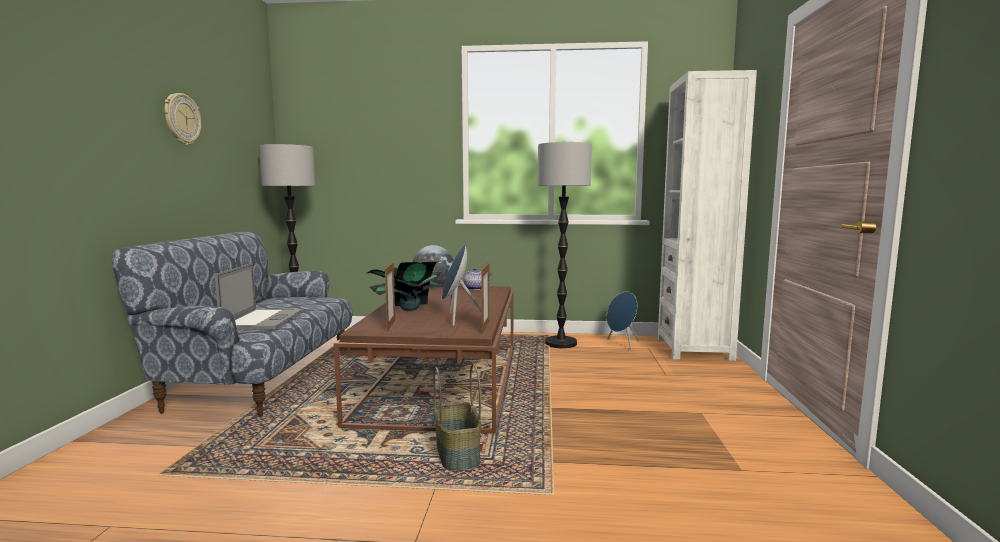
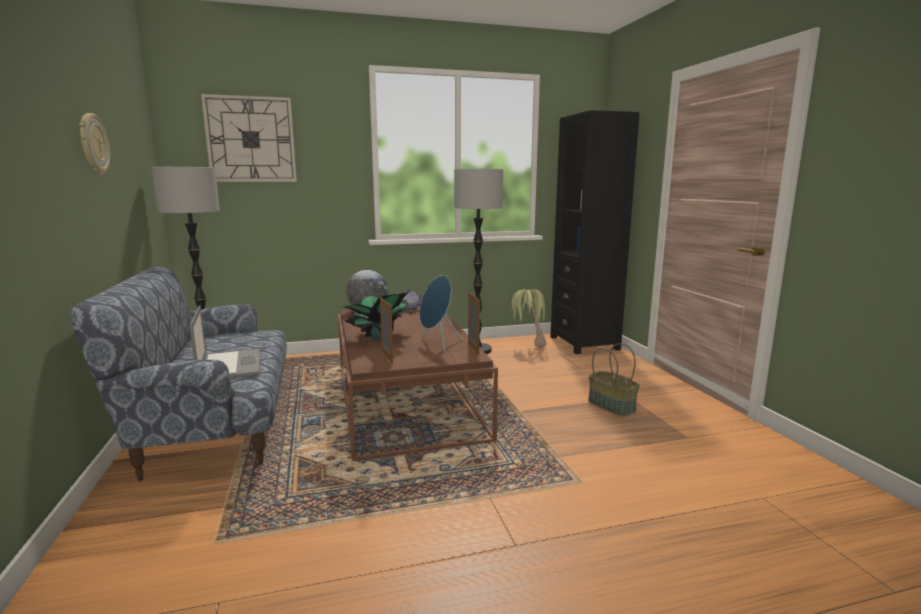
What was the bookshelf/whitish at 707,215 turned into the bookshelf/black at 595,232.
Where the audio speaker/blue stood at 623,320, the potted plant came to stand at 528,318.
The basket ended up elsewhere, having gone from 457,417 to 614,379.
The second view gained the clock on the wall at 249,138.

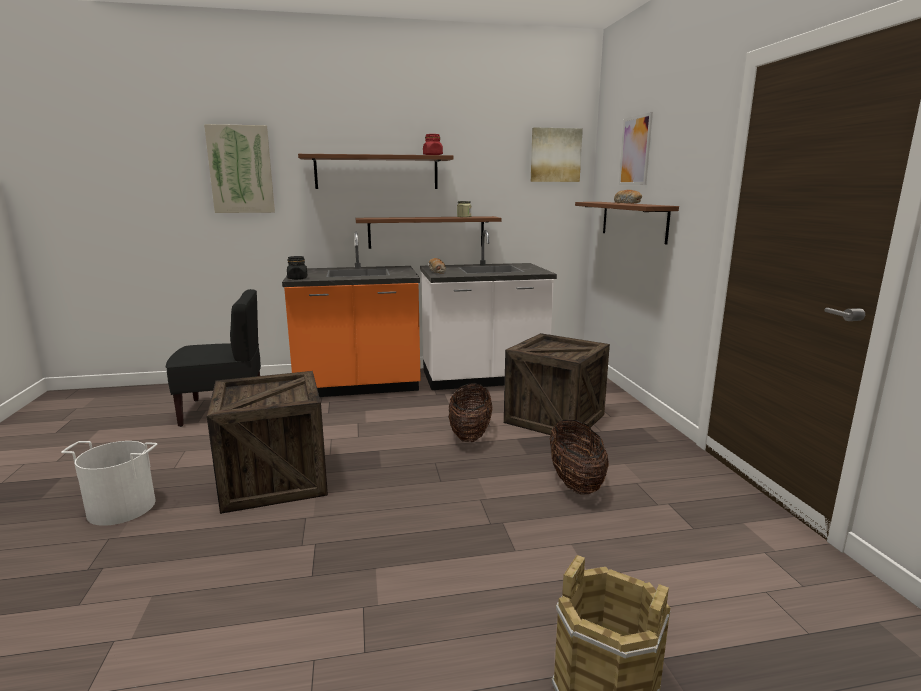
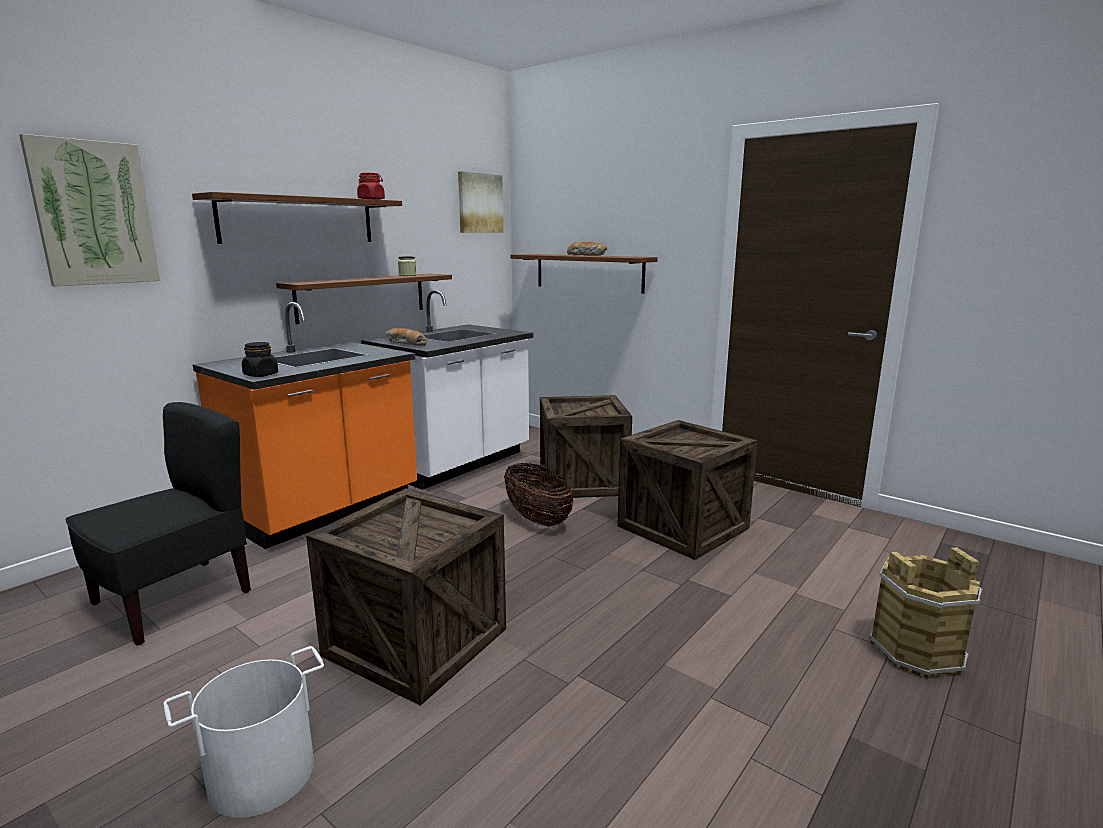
The second view lost the picture at 636,148.
Where the basket stood at 579,457, the shipping crate came to stand at 687,490.

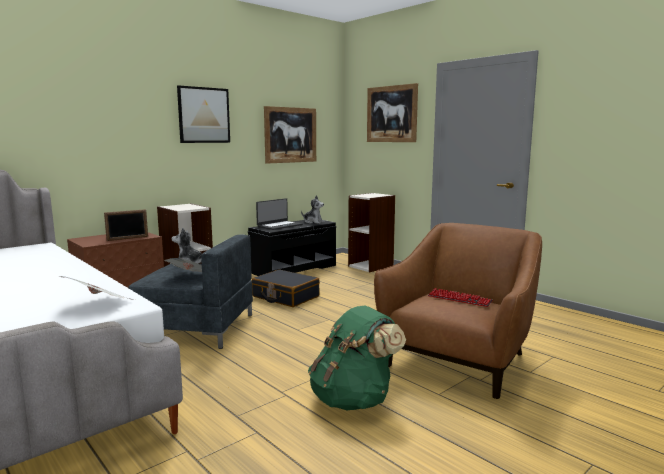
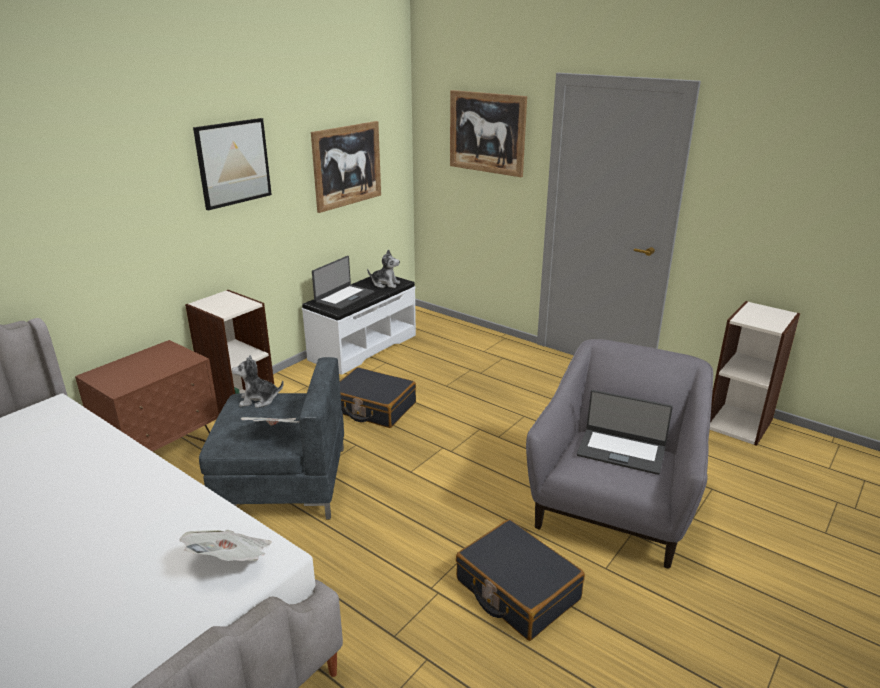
The bookshelf ended up elsewhere, having gone from 371,232 to 755,373.
The second view lost the standing frame at 126,225.
What was the long seat/black at 292,248 turned into the long seat/whitish at 359,325.
What was the easy chair/brown-coloured at 458,311 turned into the easy chair/grey at 619,453.
Where the PC keyboard stood at 460,297, the laptop came to stand at 625,432.
Where the knapsack/green stood at 357,358, the travel case/black came to stand at 520,580.

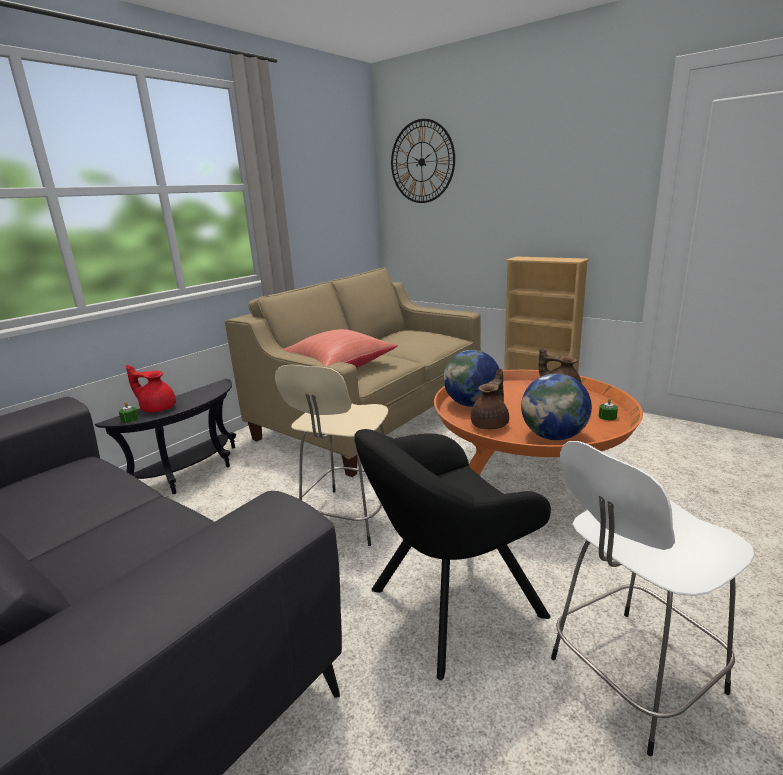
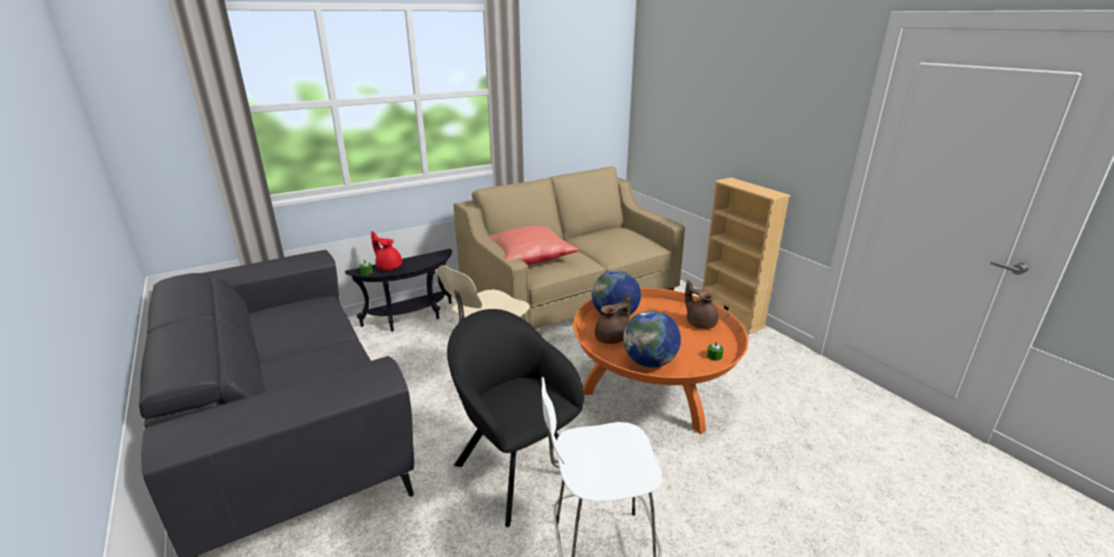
The second view lost the clock on the wall at 423,161.
The easy chair/black at 453,554 ended up facing another way, 60 degrees clockwise from before.

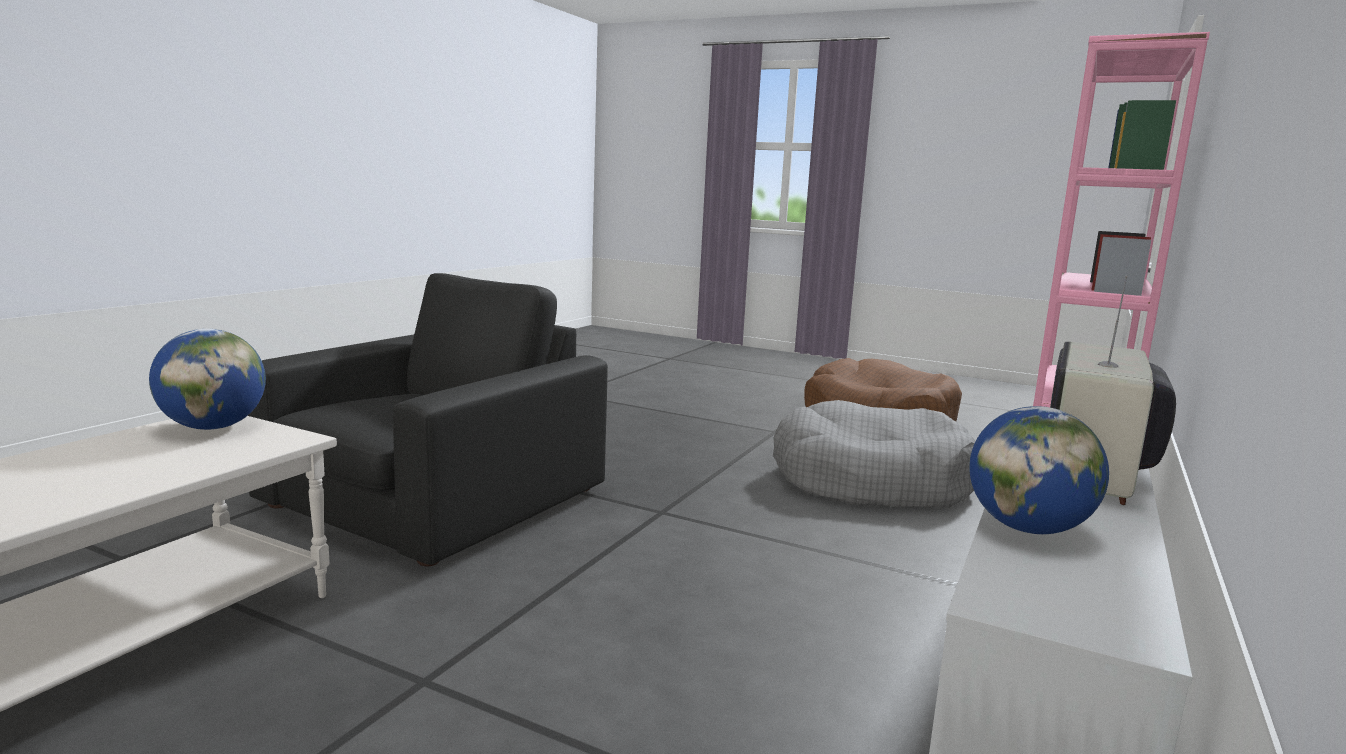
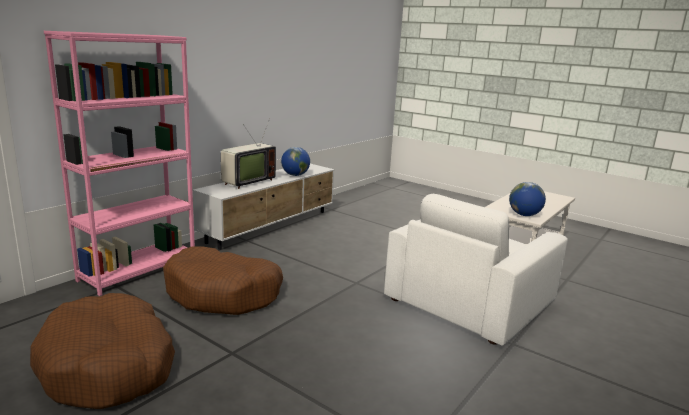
What was the easy chair/black at 428,420 turned into the easy chair/whitish at 476,270.
What was the pet bed/grey at 874,454 turned into the pet bed/brown-coloured at 223,280.

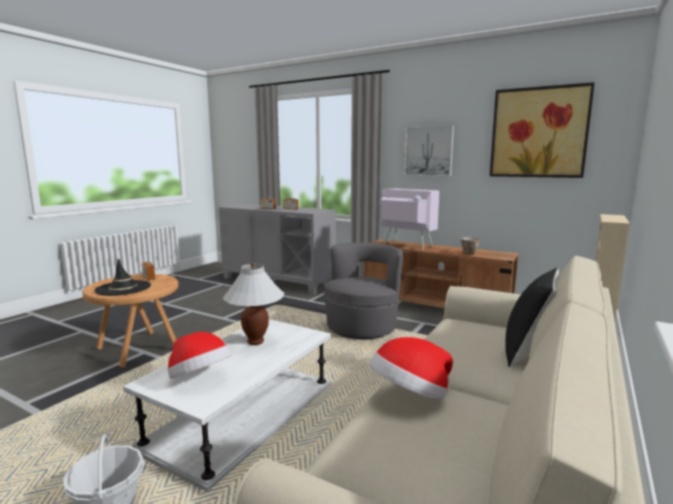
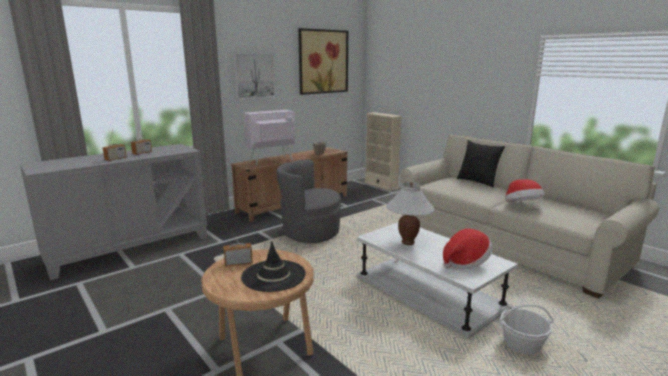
The easy chair/grey at 363,291 ended up facing another way, 45 degrees counterclockwise from before.

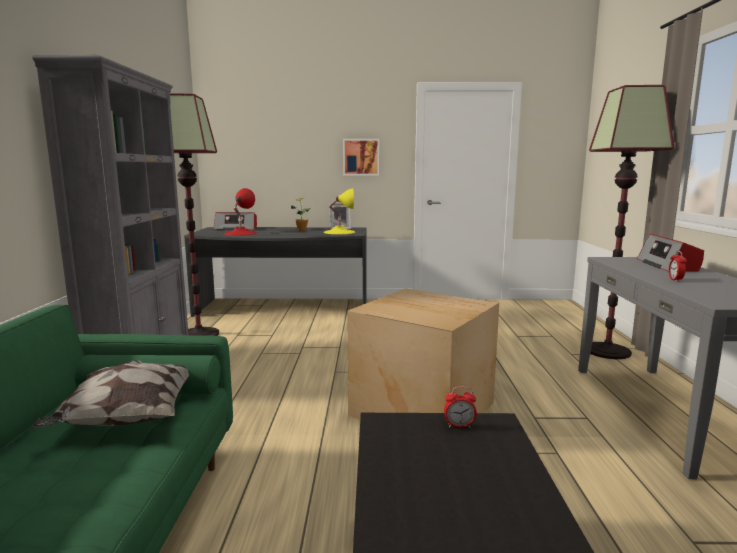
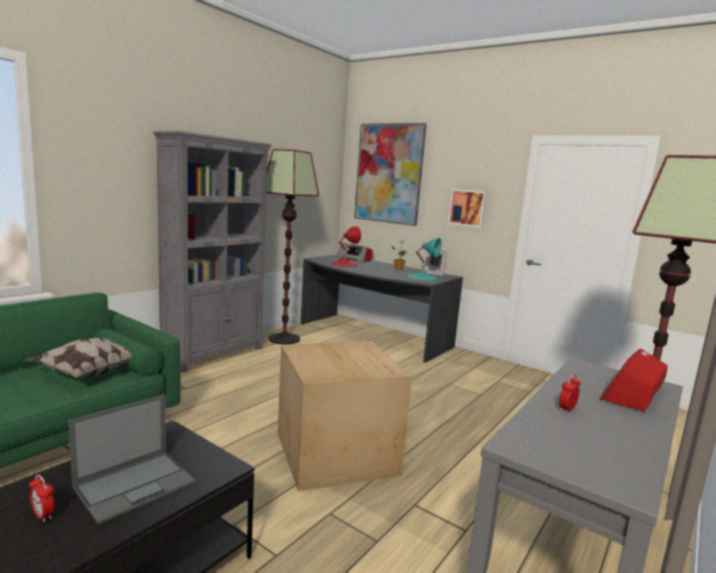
What was the lamp for a table/yellow at 339,211 turned into the lamp for a table/turquoise-coloured at 424,259.
The bedside clock ended up elsewhere, having gone from 460,407 to 42,498.
The second view gained the picture at 390,174.
The second view gained the laptop at 132,459.

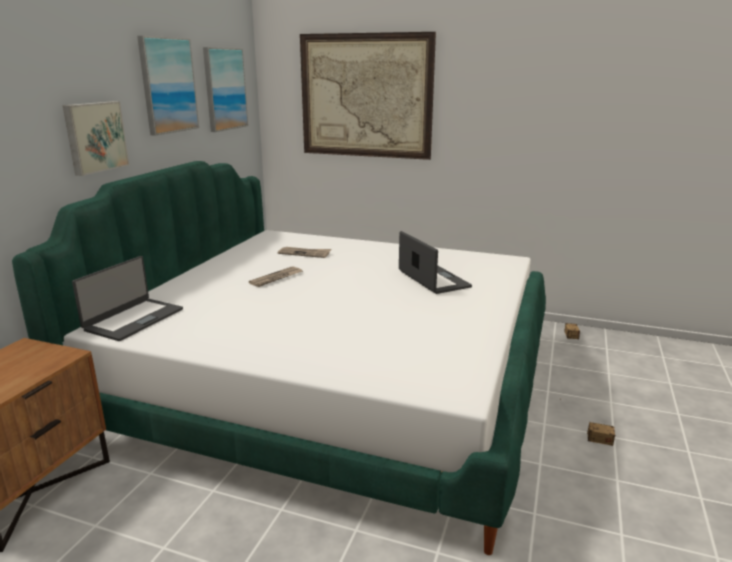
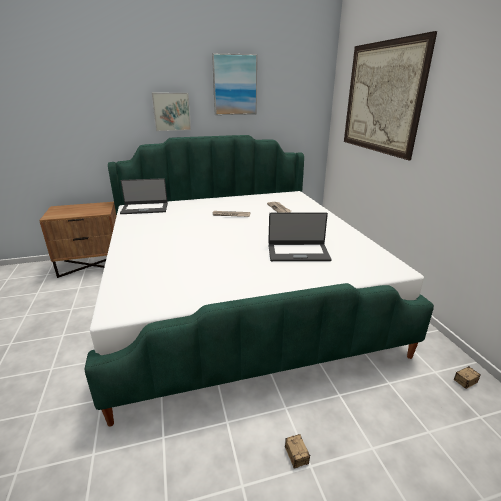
The second view lost the picture at 225,89.
The laptop at 435,262 ended up facing another way, 60 degrees clockwise from before.

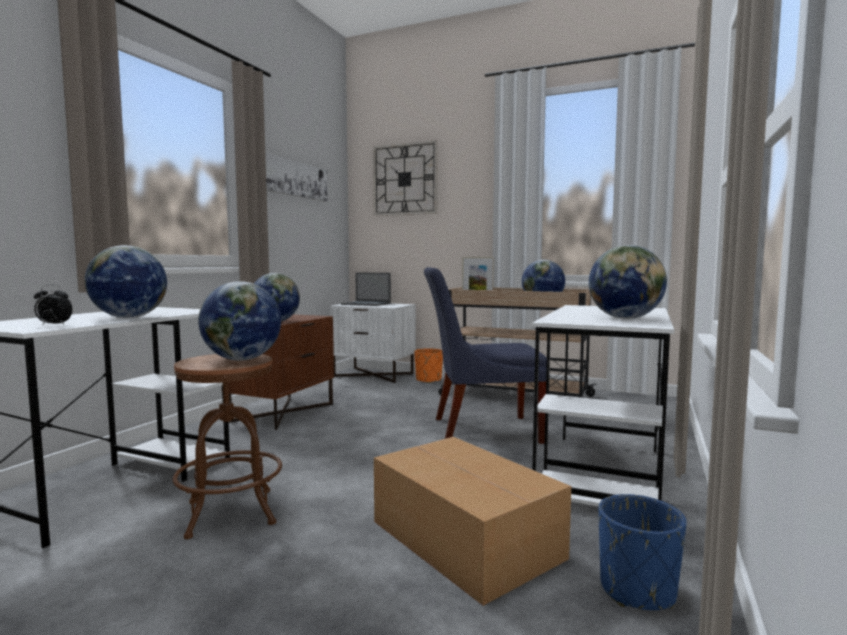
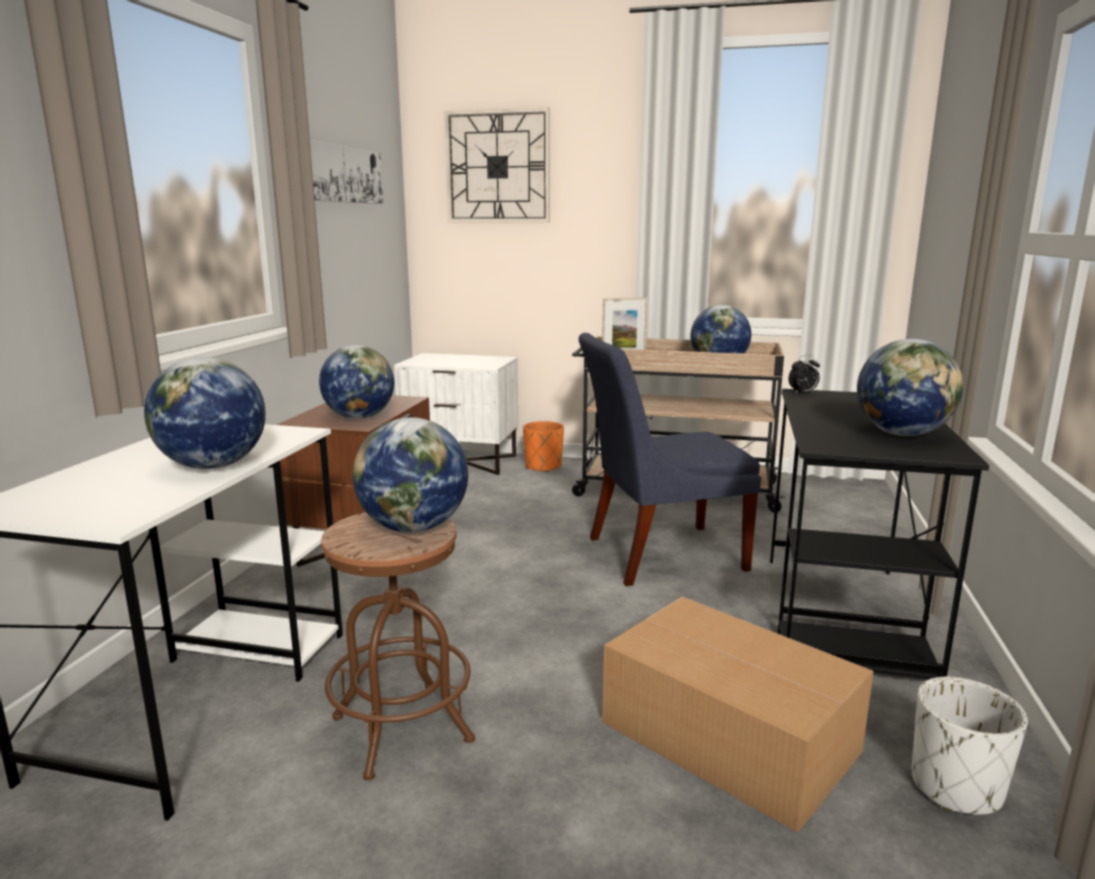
The second view lost the laptop at 366,289.
The bedside clock ended up elsewhere, having gone from 53,305 to 804,374.
What was the desk table/whitish at 603,406 turned into the desk table/black at 879,534.
What was the planter/blue at 643,552 turned into the planter/whitish at 970,746.

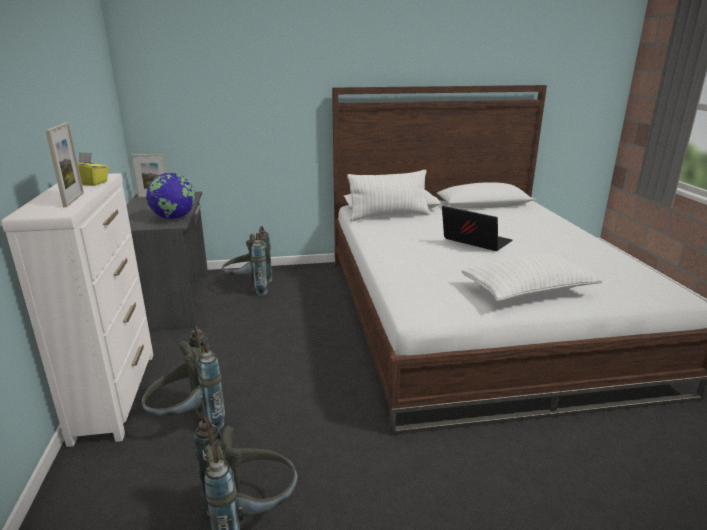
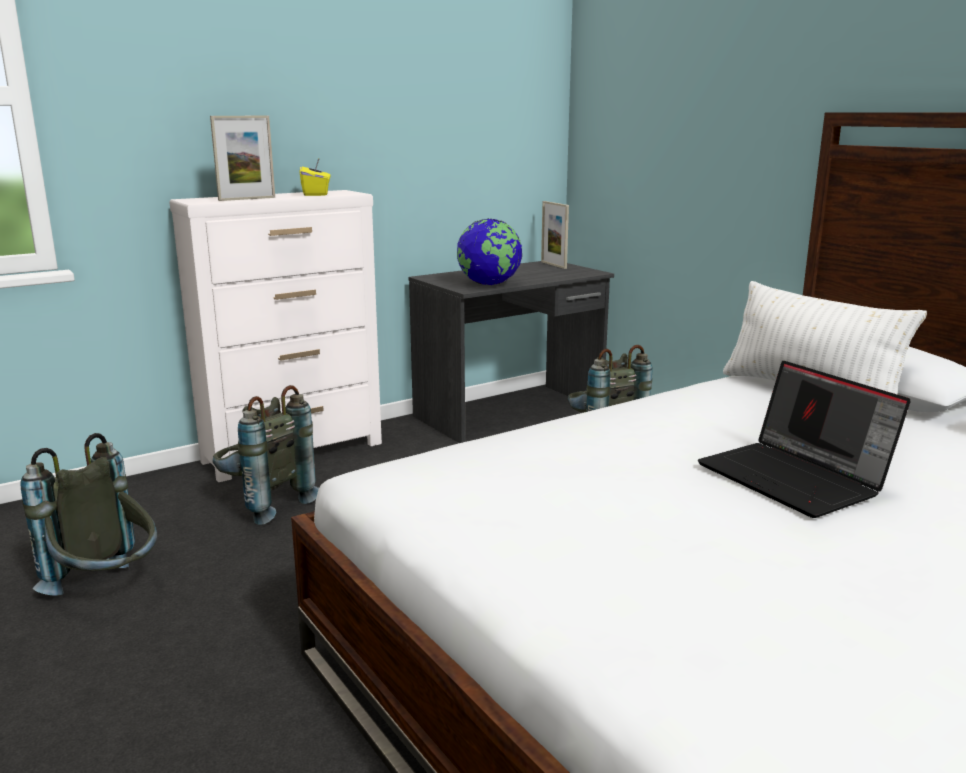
The laptop at 477,228 ended up facing another way, 135 degrees clockwise from before.
The second view lost the cushion/whitish at 532,277.

